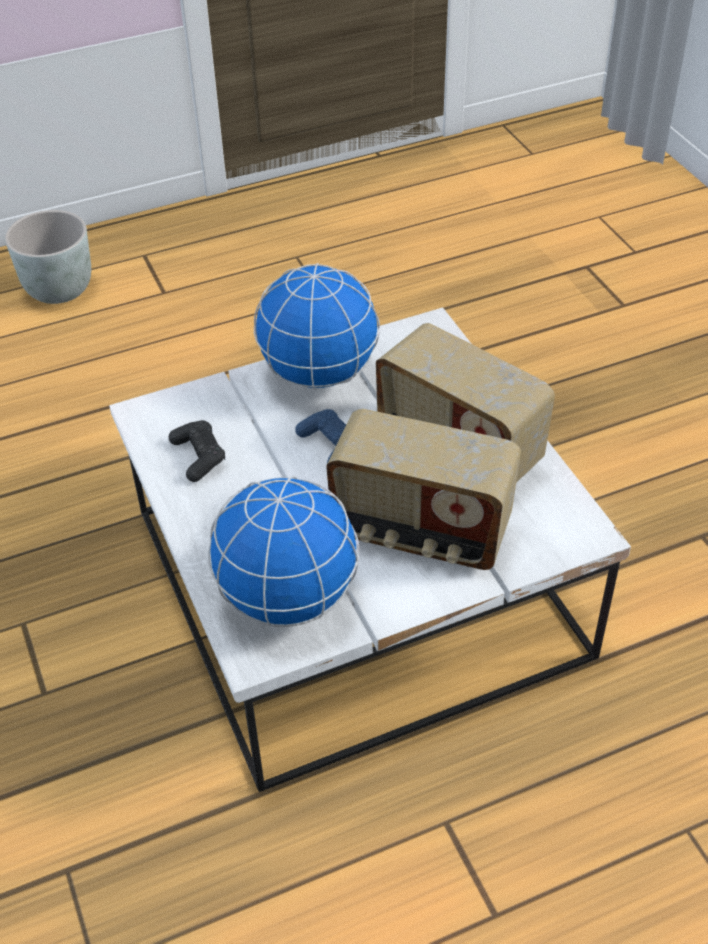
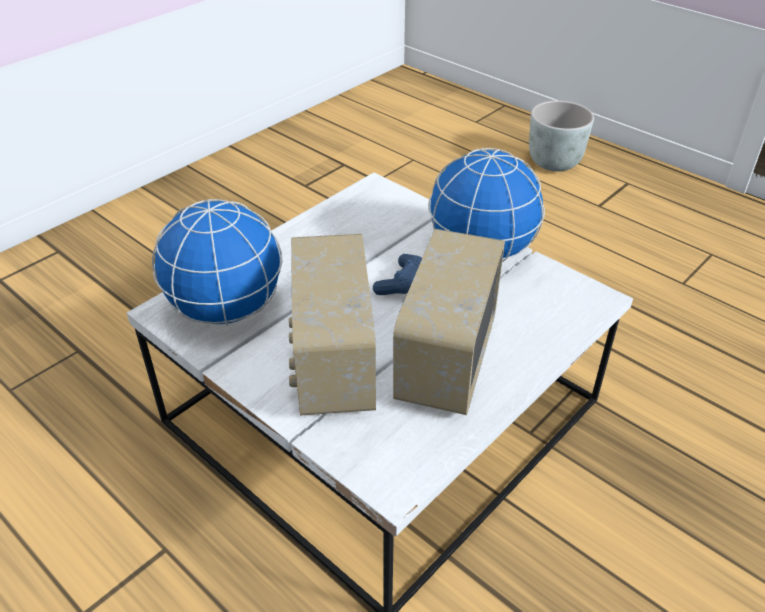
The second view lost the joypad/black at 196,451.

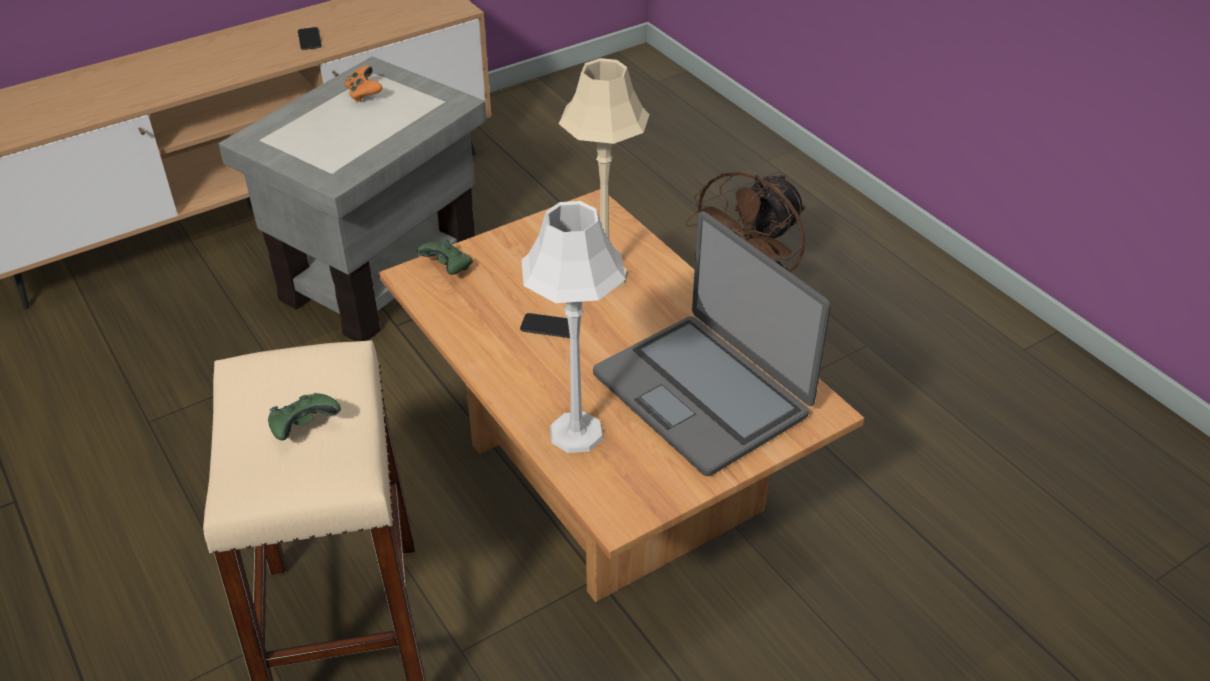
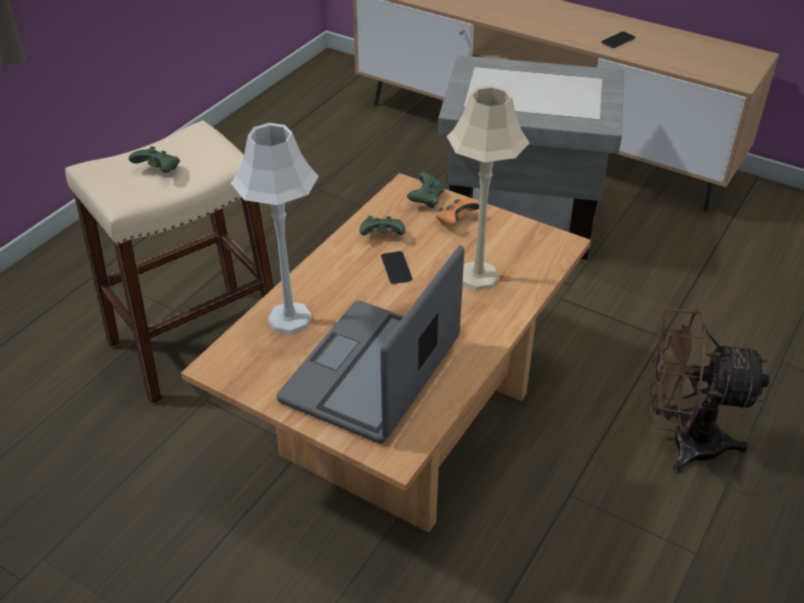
The joypad/orange-coloured ended up elsewhere, having gone from 363,84 to 458,212.
The second view gained the joypad/green at 382,225.

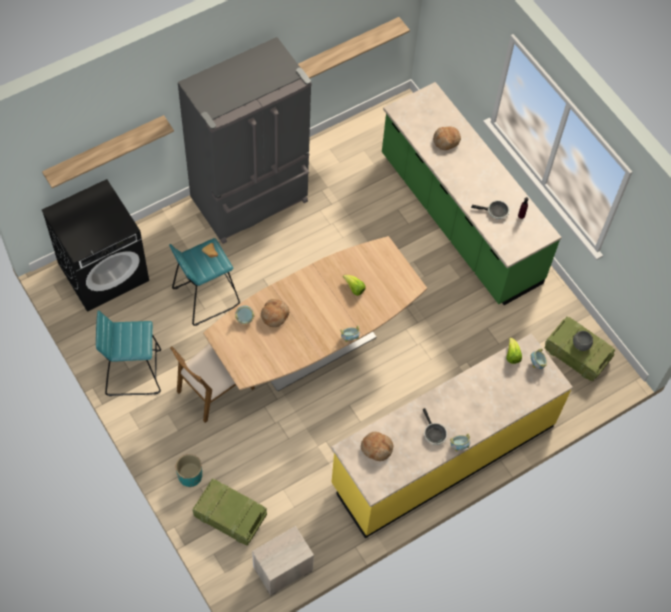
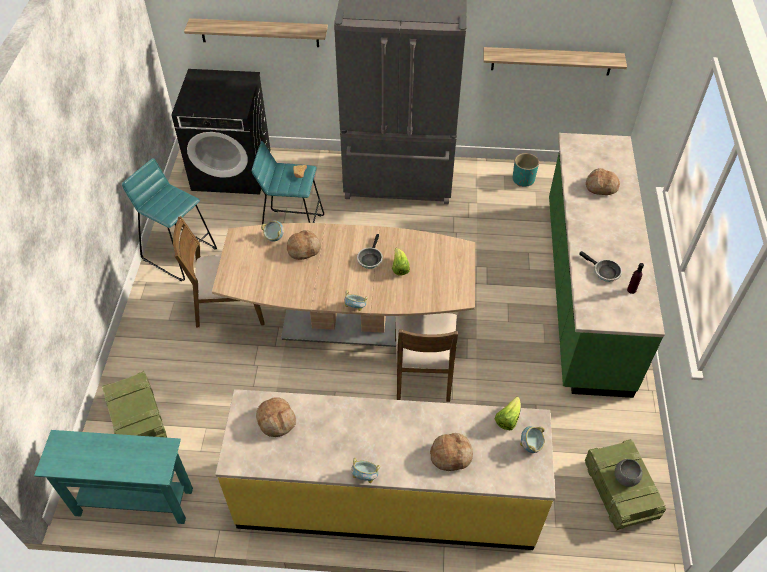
The skillet ended up elsewhere, having gone from 435,426 to 370,251.
The planter/turquoise-coloured ended up elsewhere, having gone from 189,470 to 526,170.
Where the night table stood at 283,561, the hall table/turquoise-coloured came to stand at 113,477.
The second view gained the chair/brown-coloured at 426,357.
The second view gained the baked bread at 451,452.

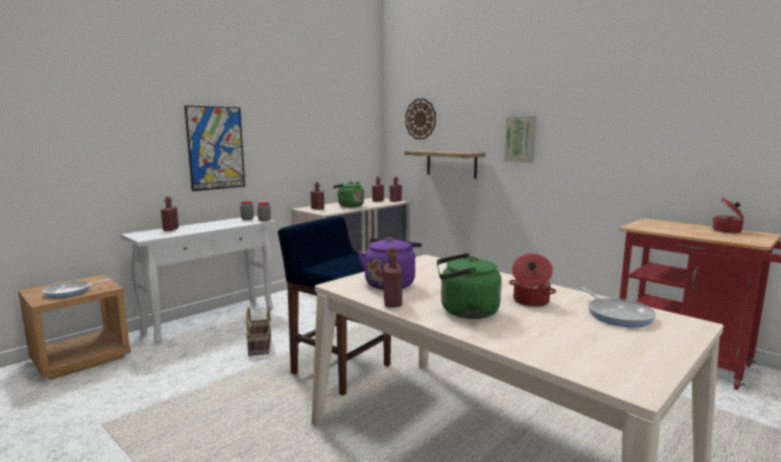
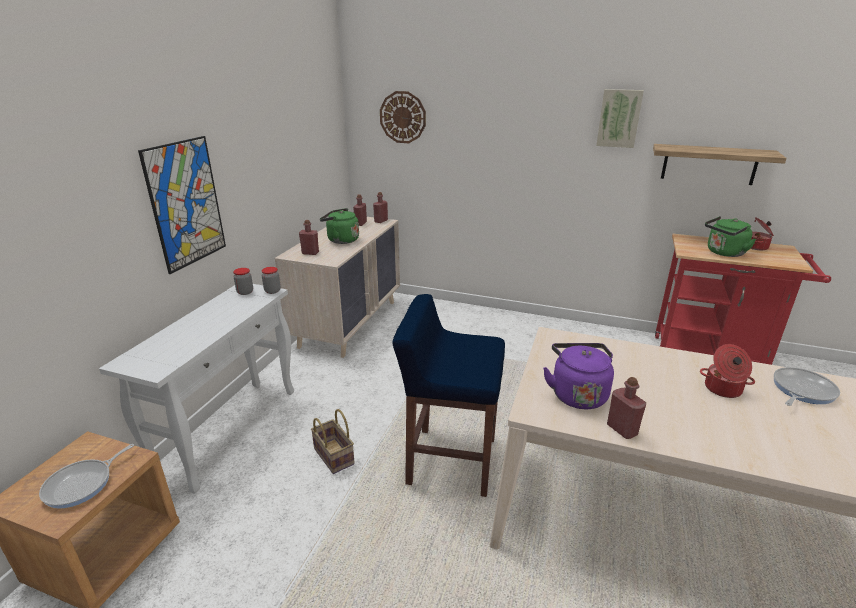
The picture ended up elsewhere, having gone from 520,139 to 620,118.
The wall shelf ended up elsewhere, having gone from 445,164 to 720,164.
The second view lost the bottle/red-coloured at 170,214.
The kettle/green ended up elsewhere, having gone from 469,286 to 730,236.
The skillet at 617,307 ended up facing another way, 90 degrees counterclockwise from before.

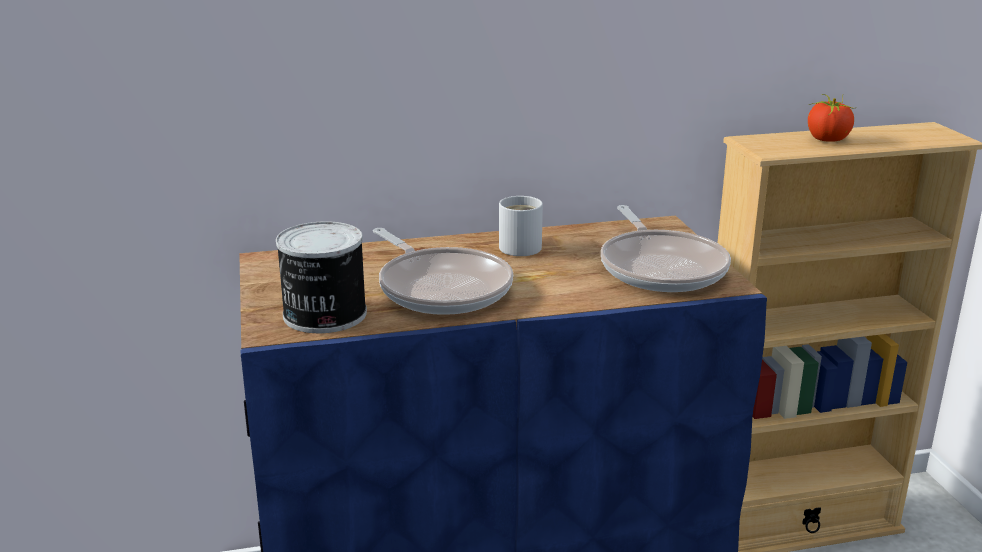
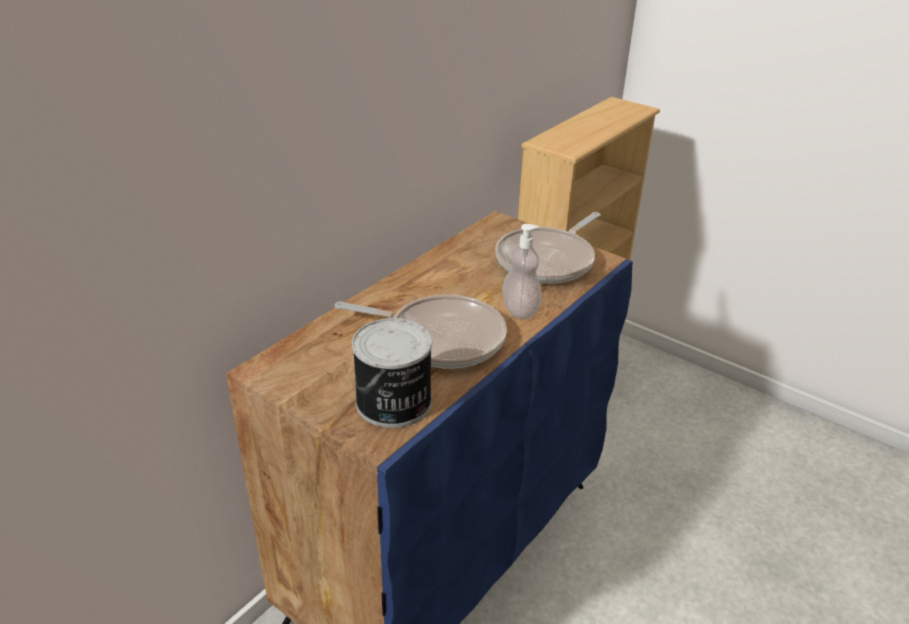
The second view lost the tomato at 831,118.
The second view lost the mug/whitish at 521,226.
The skillet at 666,248 ended up facing another way, 90 degrees clockwise from before.
The second view gained the soap dispenser at 522,271.

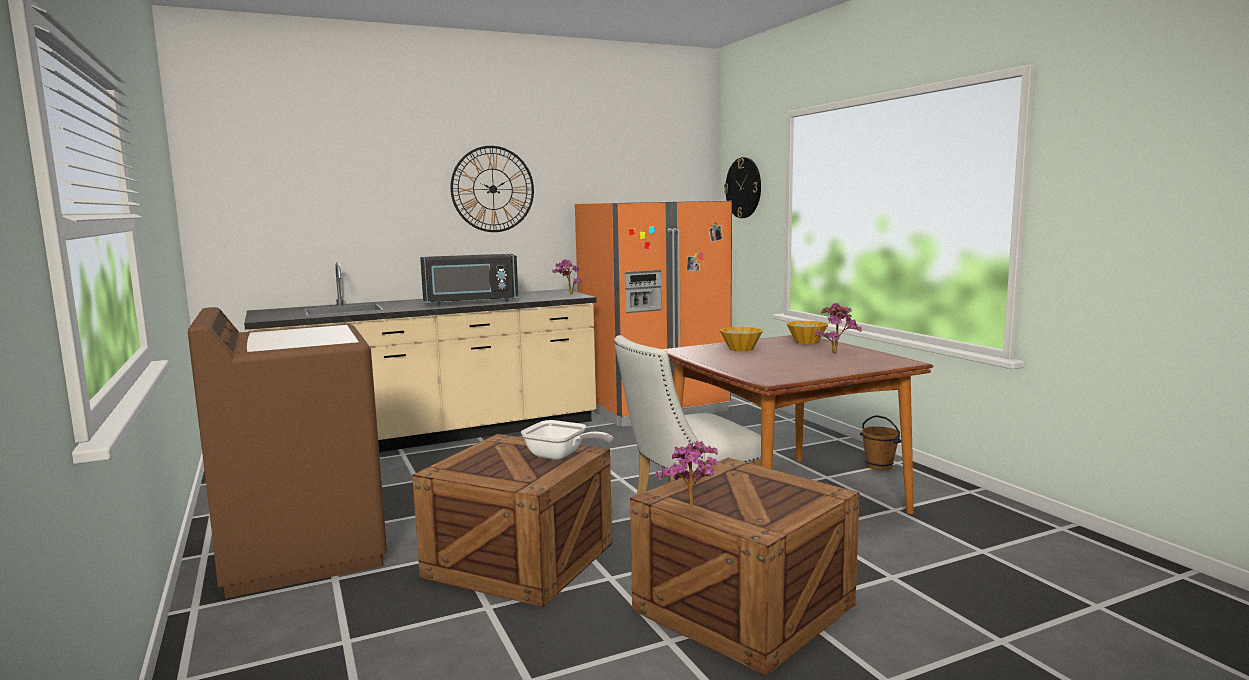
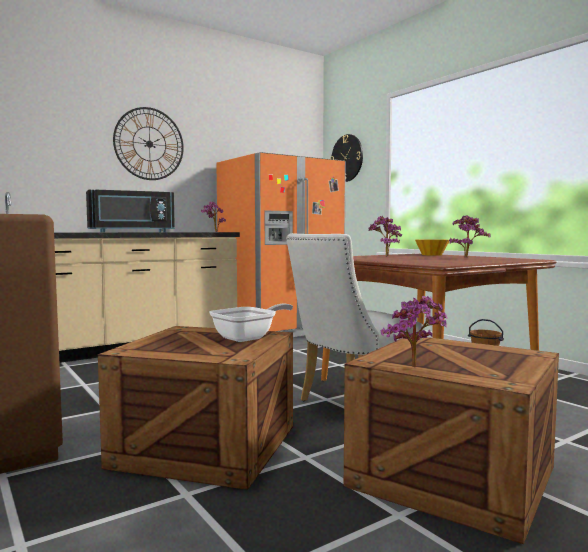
Where the serving bowl stood at 741,339, the potted plant came to stand at 385,236.
The skillet at 567,440 ended up facing another way, 60 degrees counterclockwise from before.

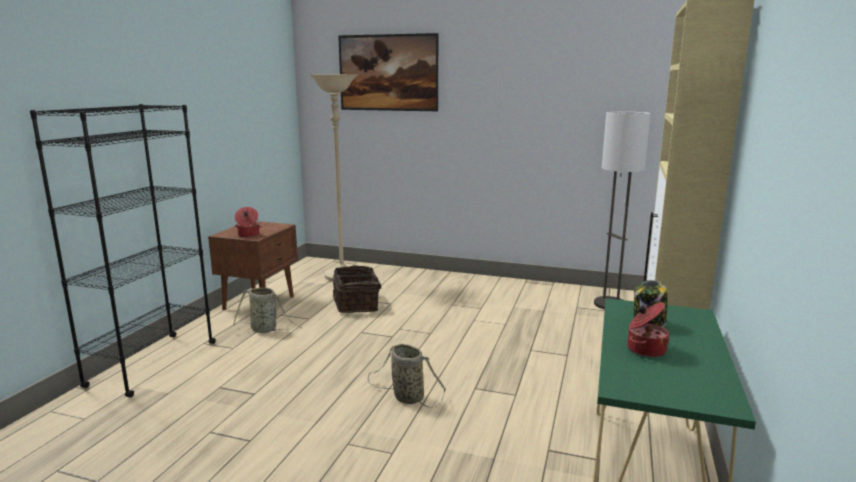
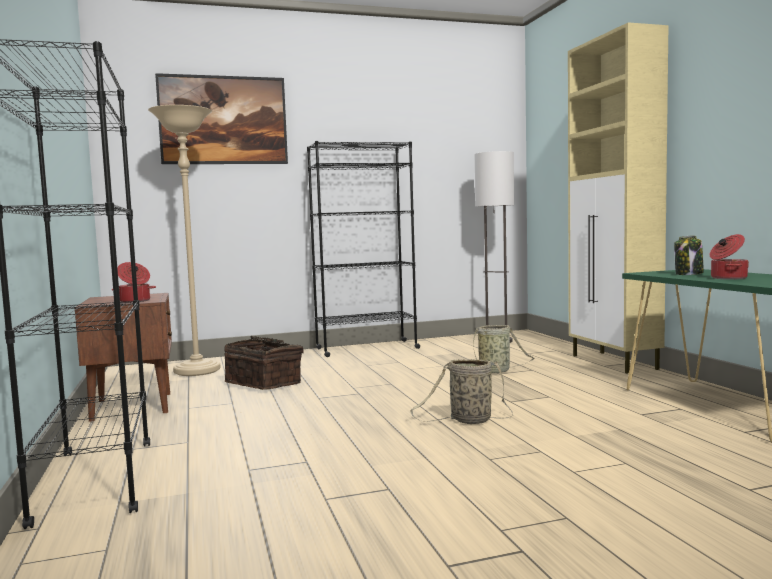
The basket ended up elsewhere, having gone from 267,310 to 504,349.
The second view gained the bookshelf/black at 363,249.

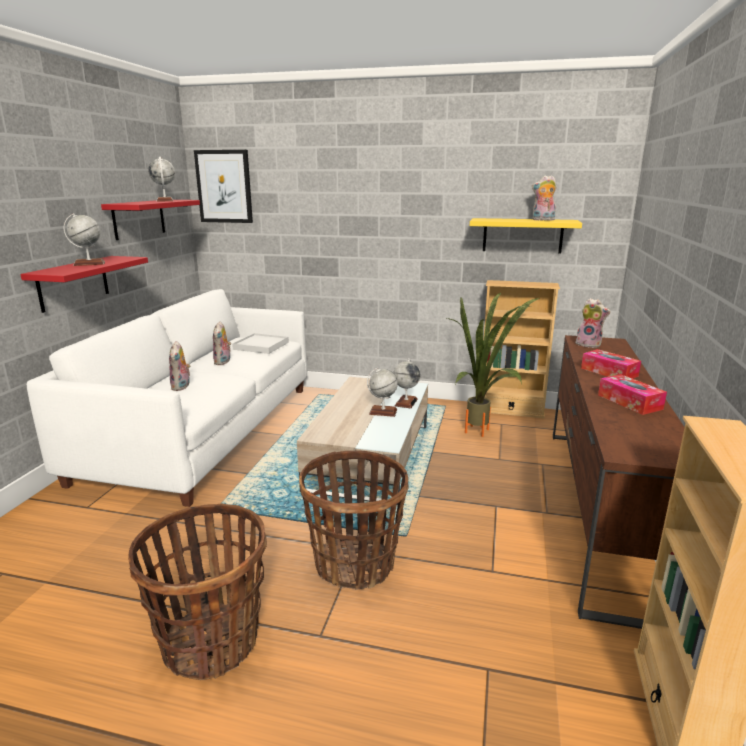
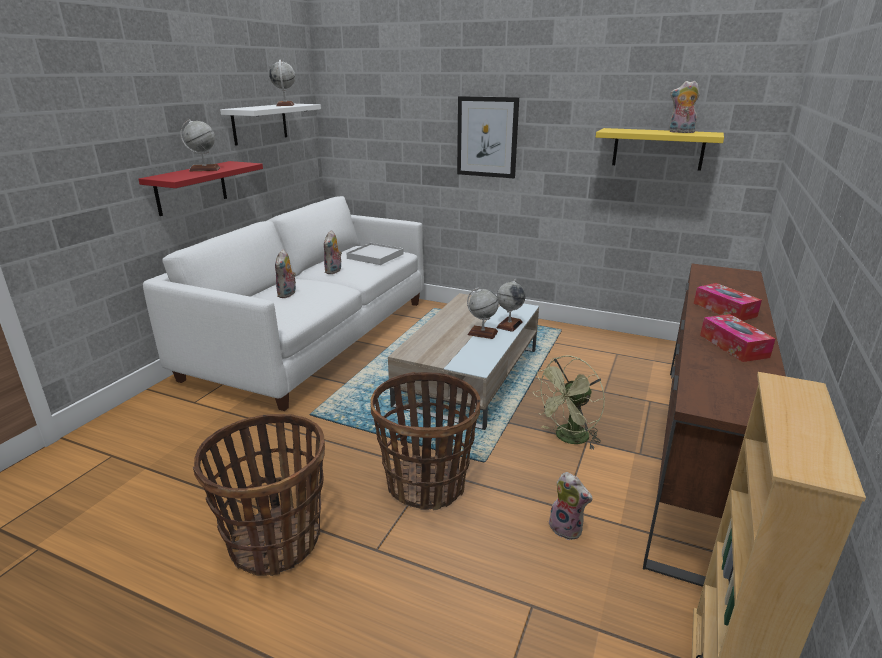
The picture ended up elsewhere, having gone from 223,186 to 488,137.
What was the wall shelf/red-coloured at 150,220 turned into the wall shelf/whitish at 270,125.
The second view lost the bookshelf/sand-coloured at 521,349.
The second view lost the potted plant at 493,365.
The soft toy ended up elsewhere, having gone from 593,323 to 570,506.
The second view gained the fan/green at 569,403.

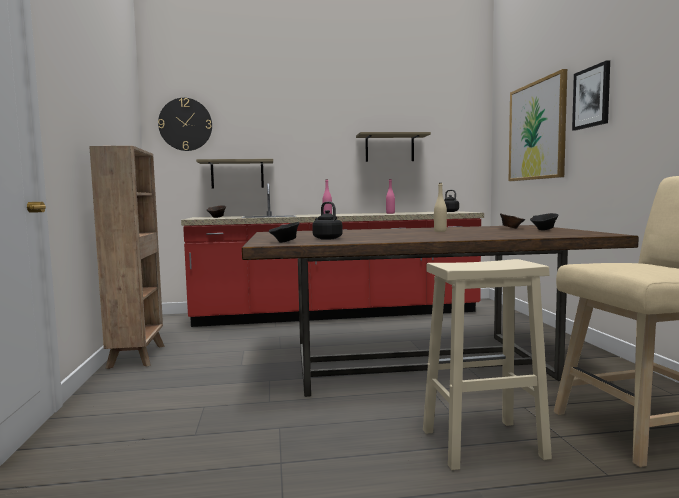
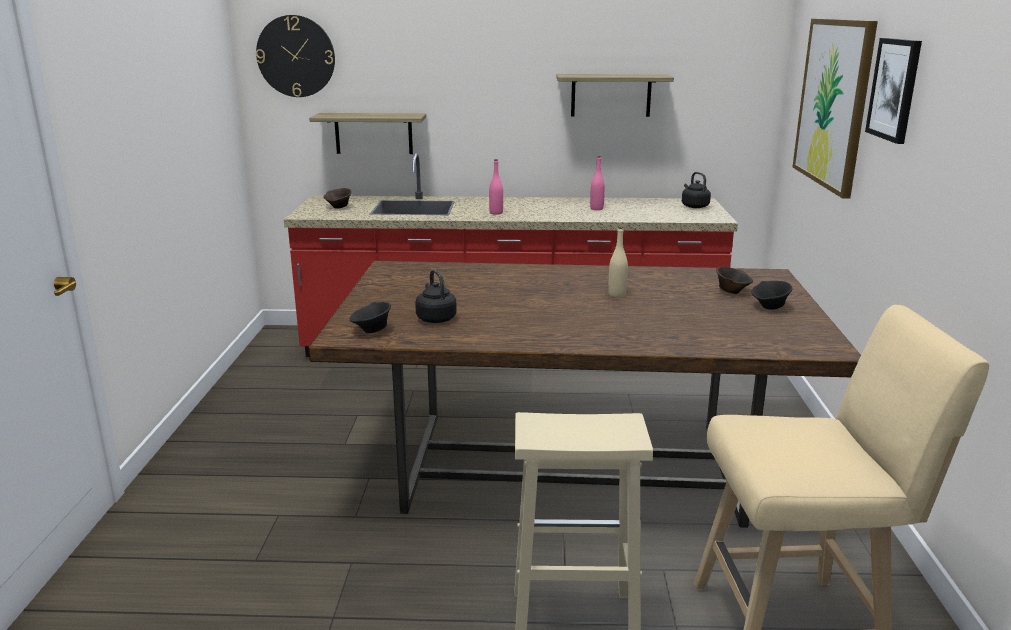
The second view lost the bookshelf/brown-coloured at 126,257.

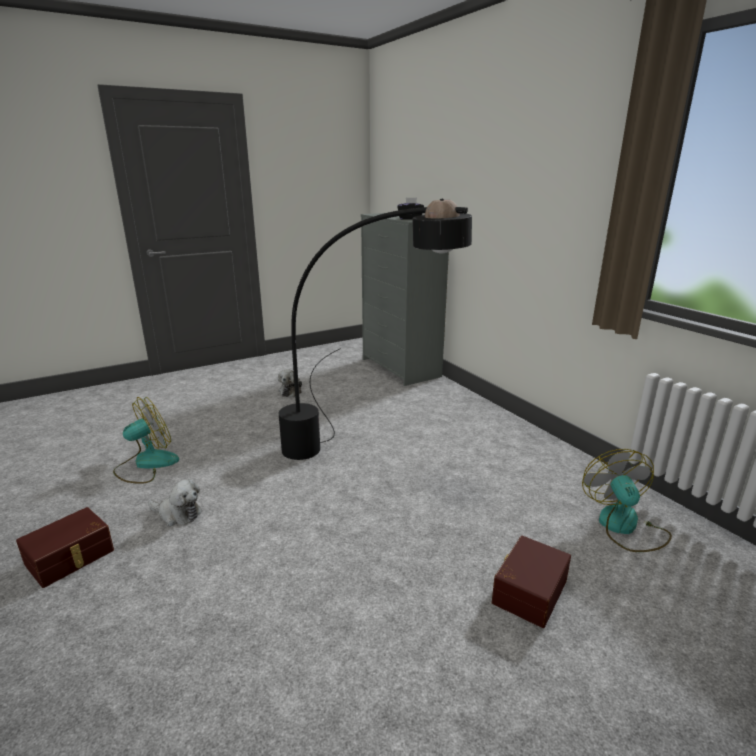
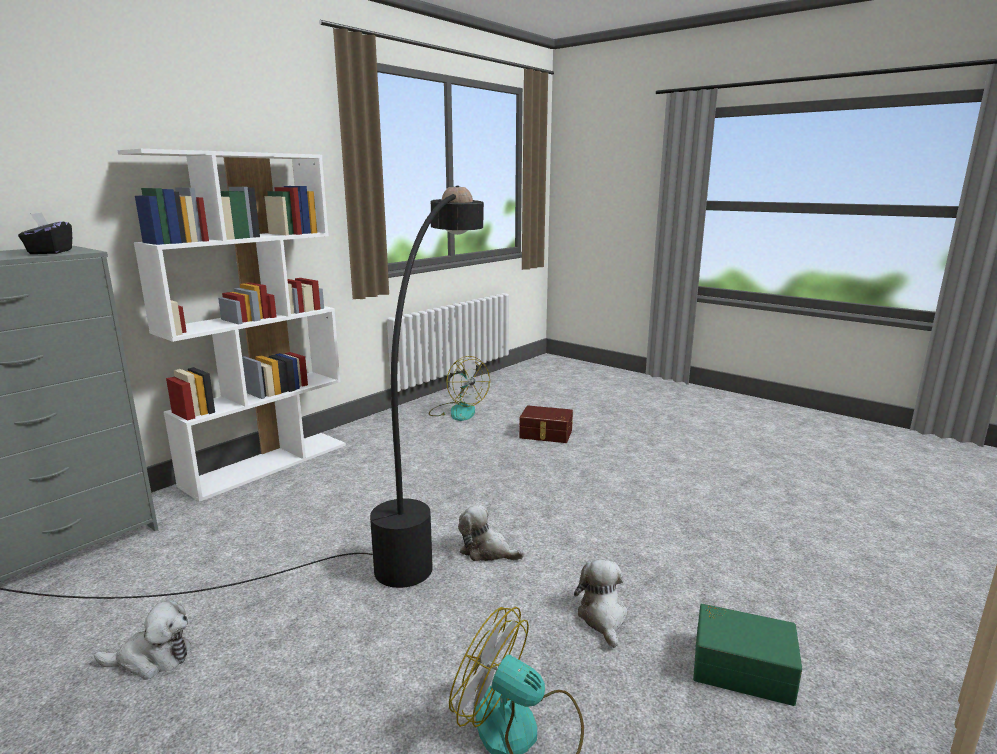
The fan at 627,500 ended up facing another way, 105 degrees counterclockwise from before.
What was the storage container/brown-coloured at 65,547 turned into the storage container/green at 747,655.
The second view gained the bookshelf/whitish at 231,325.
The second view gained the soft toy at 491,532.

